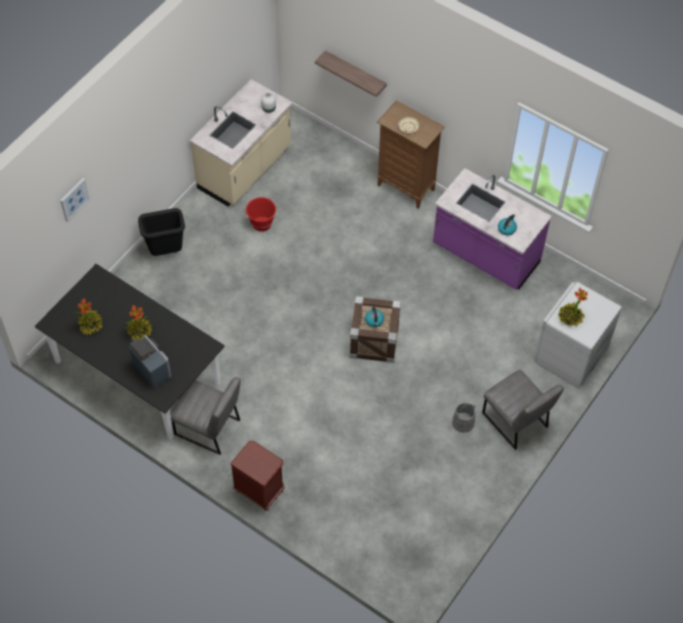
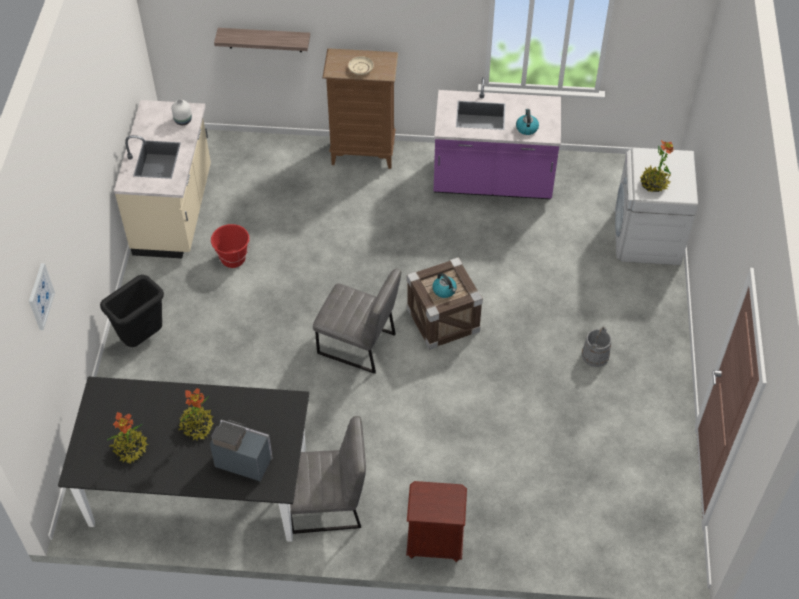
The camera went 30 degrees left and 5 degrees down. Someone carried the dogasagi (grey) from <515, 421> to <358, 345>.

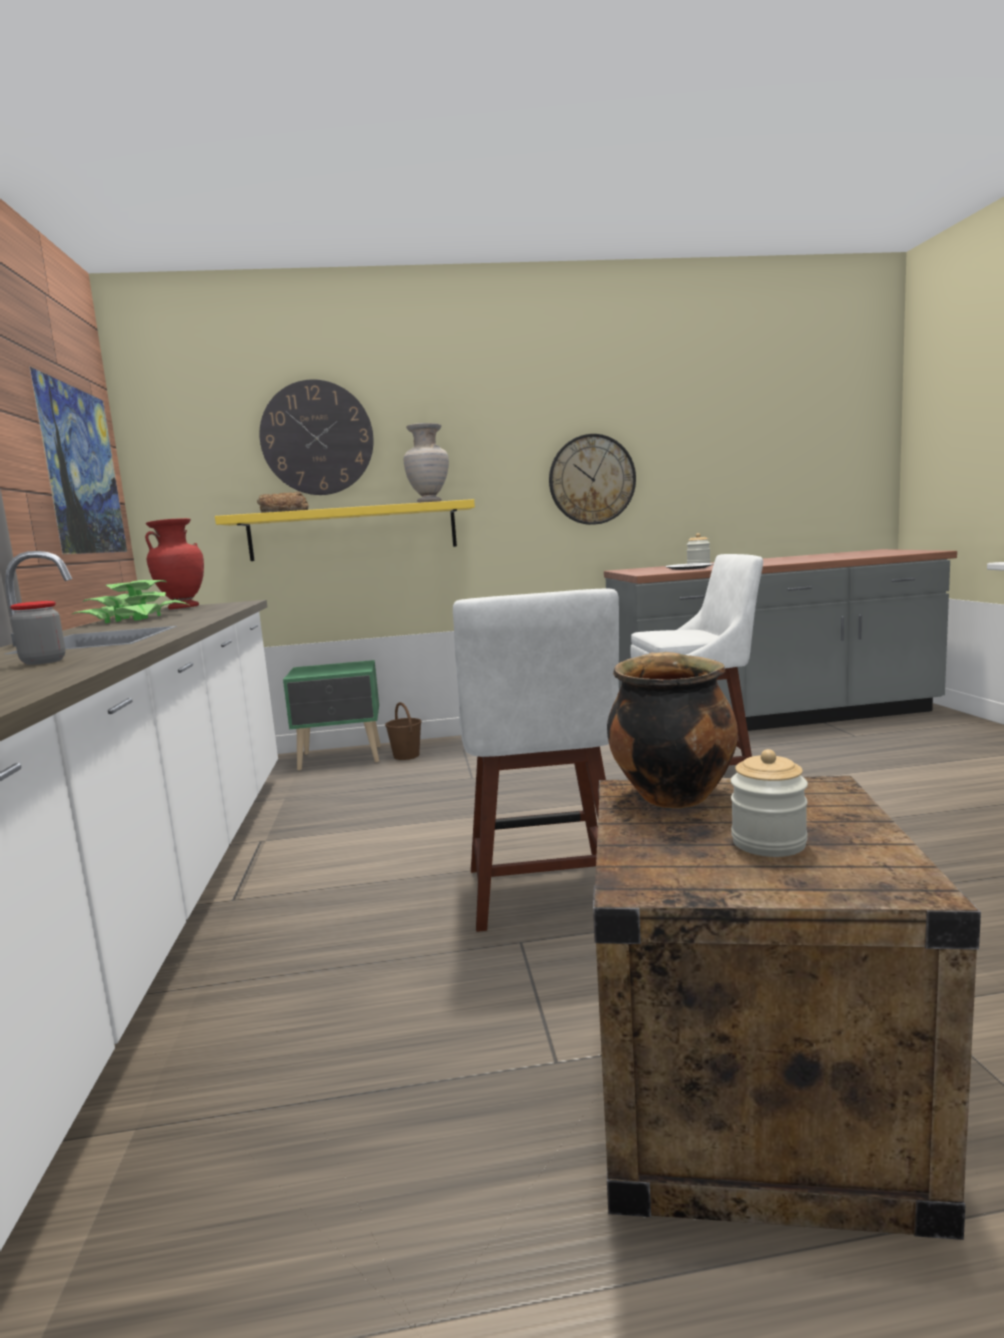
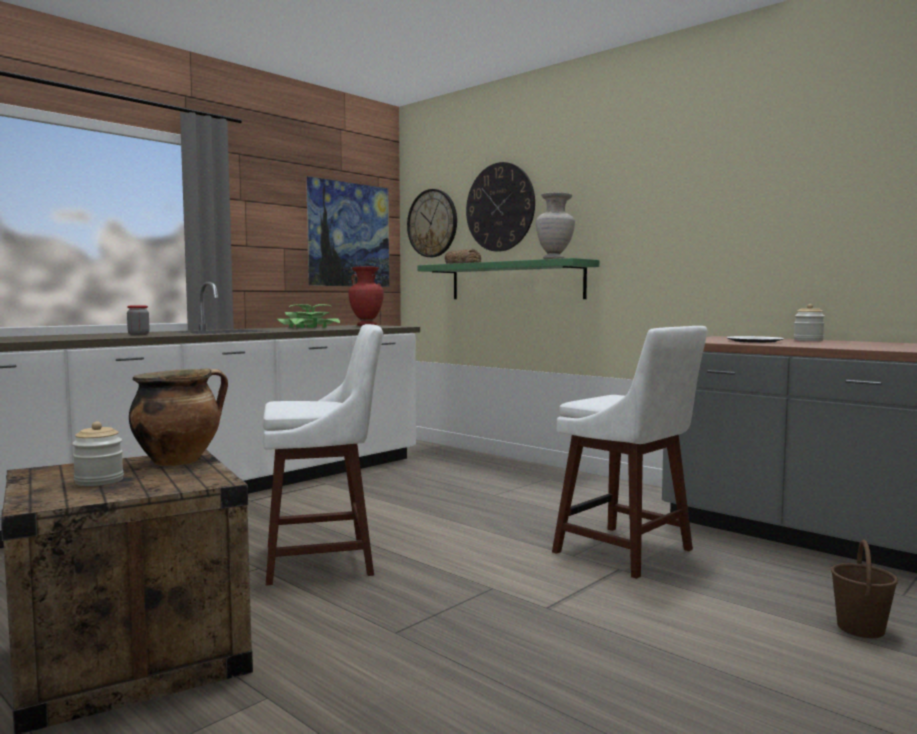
The camera went 50 degrees right and 5 degrees down. Someone rotated the dogasagi (white) at <544, 895> by 150 degrees counterclockwise. Someone carried the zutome from <592, 479> to <432, 223>. Someone repainted the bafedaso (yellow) at <353, 531>, which became the bafedaso (green) at <515, 281>. Someone carried the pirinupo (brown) from <406, 756> to <860, 629>. Someone took away the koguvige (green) at <342, 758>.

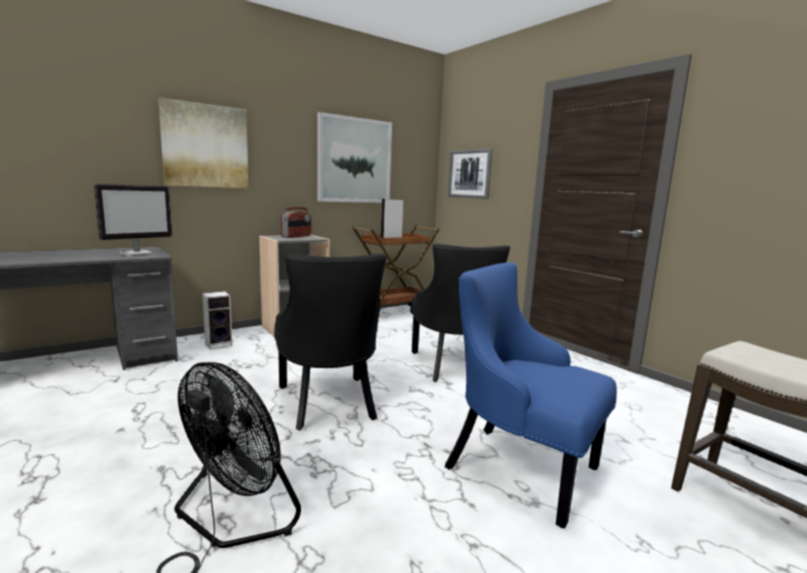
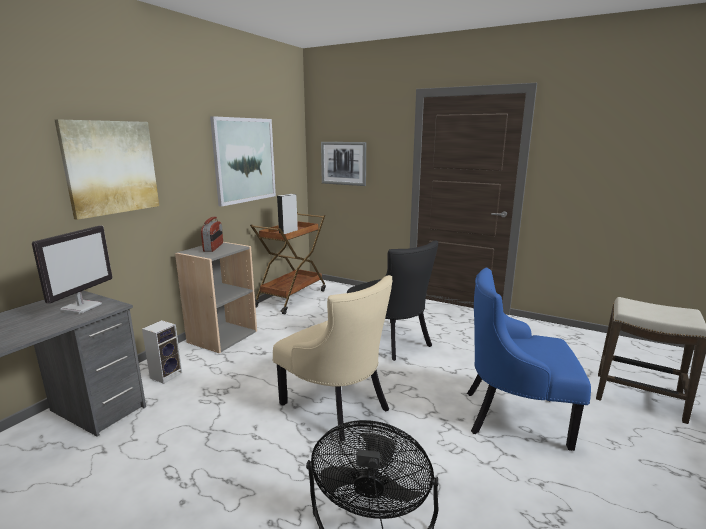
The camera went 25 degrees left and 5 degrees up. Someone repainted the dogasagi (black) at <327, 401>, which became the dogasagi (beige) at <334, 405>.

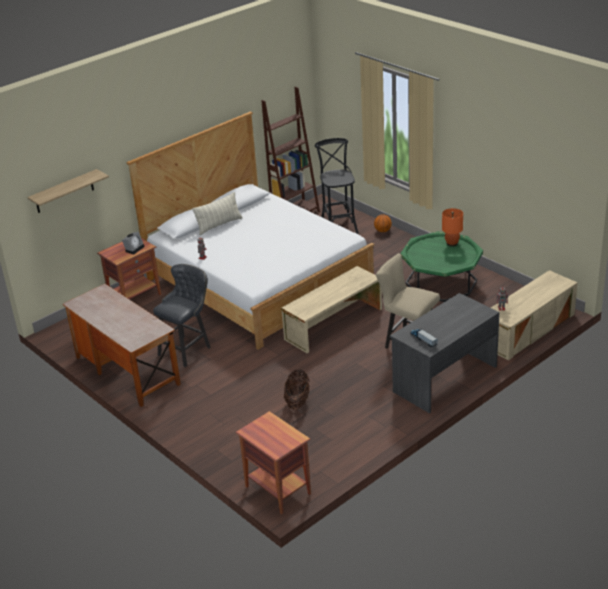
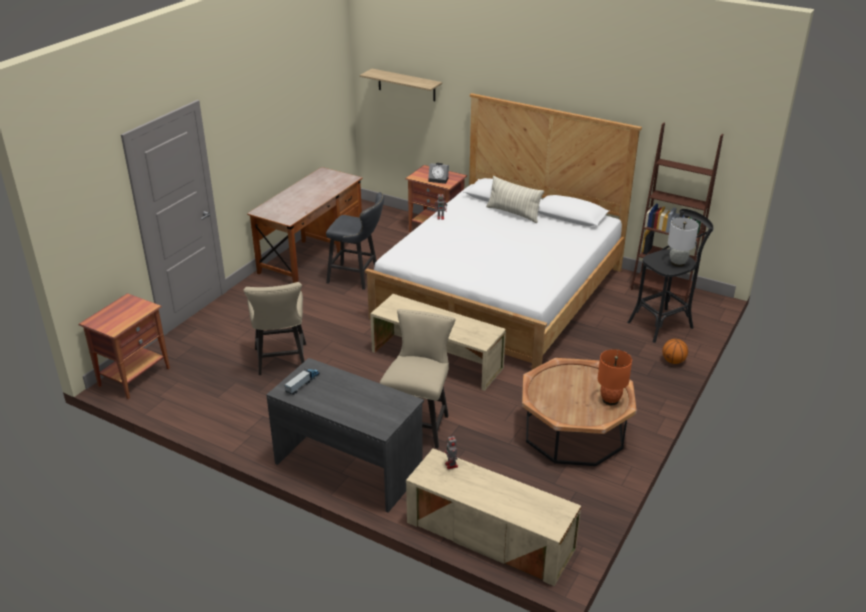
The camera went 70 degrees right and 0 degrees up. Someone swapped the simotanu at <297, 401> for the dogasagi (beige) at <281, 362>. Someone repainted the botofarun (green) at <441, 282>, which became the botofarun (brown) at <574, 432>. Someone put down the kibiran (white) at <678, 263>.

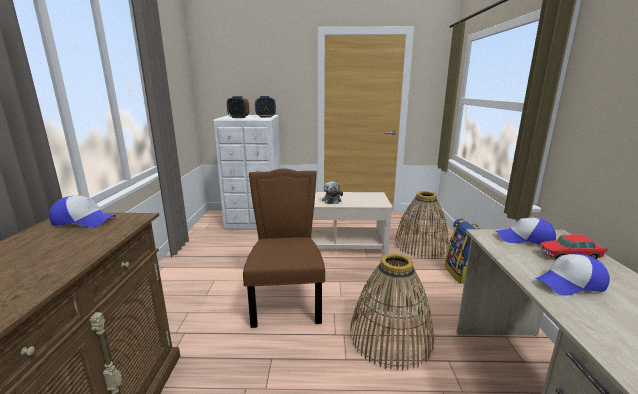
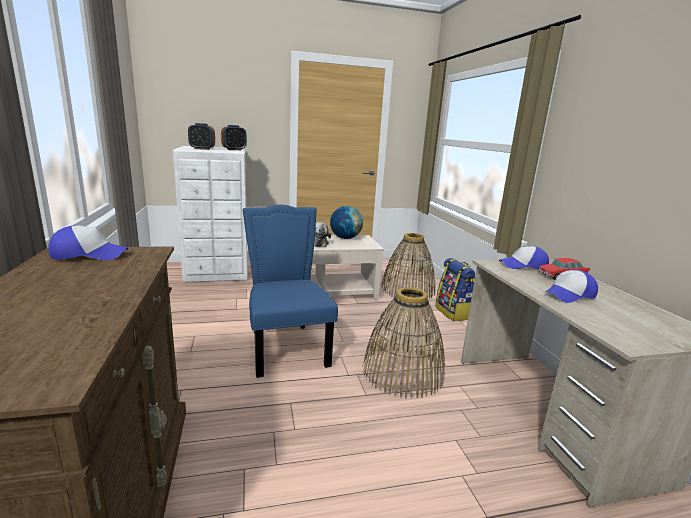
The camera went 15 degrees left and 0 degrees up. Someone repainted the dogasagi (brown) at <286, 301>, which became the dogasagi (blue) at <286, 350>. Someone put down the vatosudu at <345, 238>.

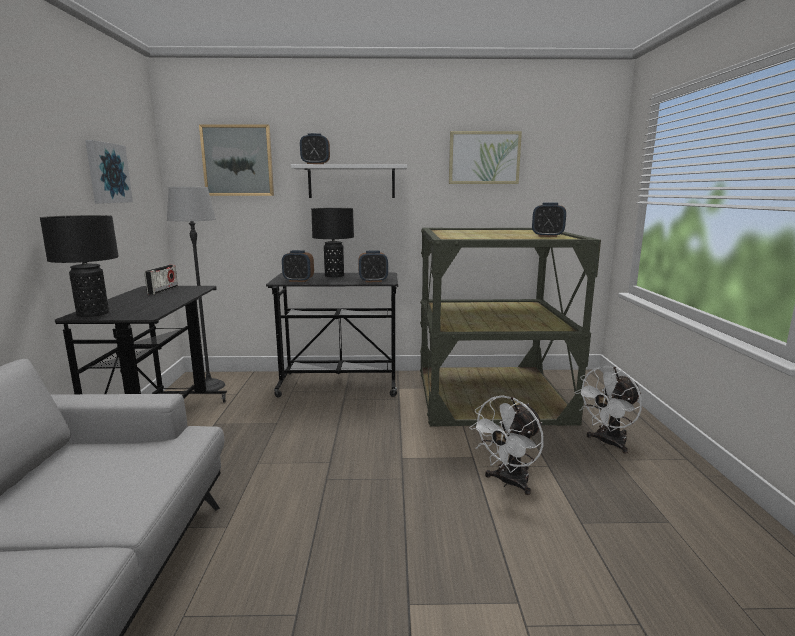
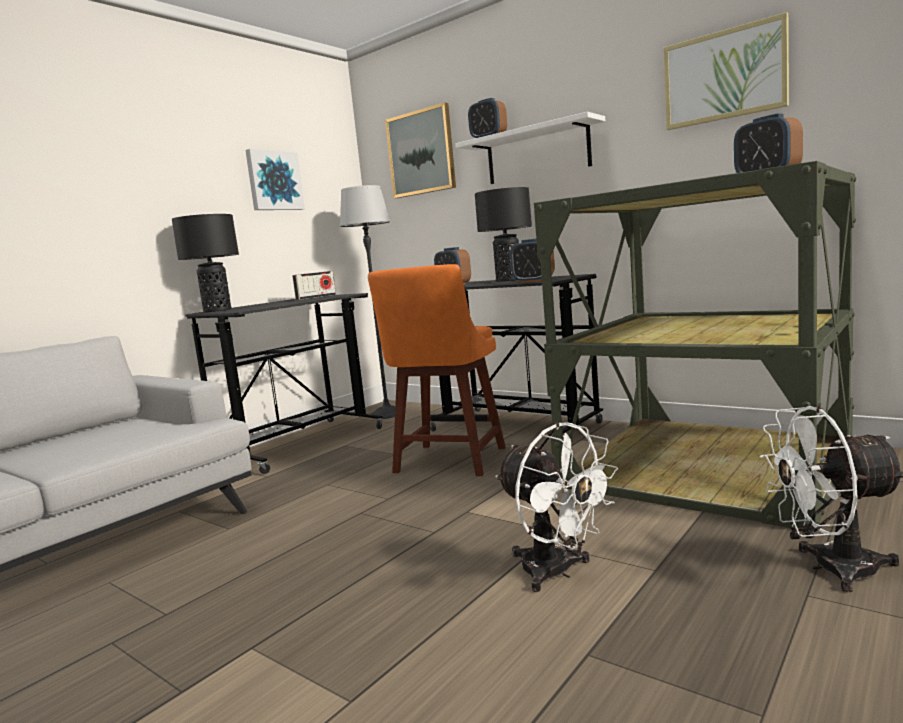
The camera went 40 degrees right and 5 degrees down. Someone put down the dogasagi (orange) at <448, 462>. Someone rotated the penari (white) at <508, 483> by 120 degrees counterclockwise.

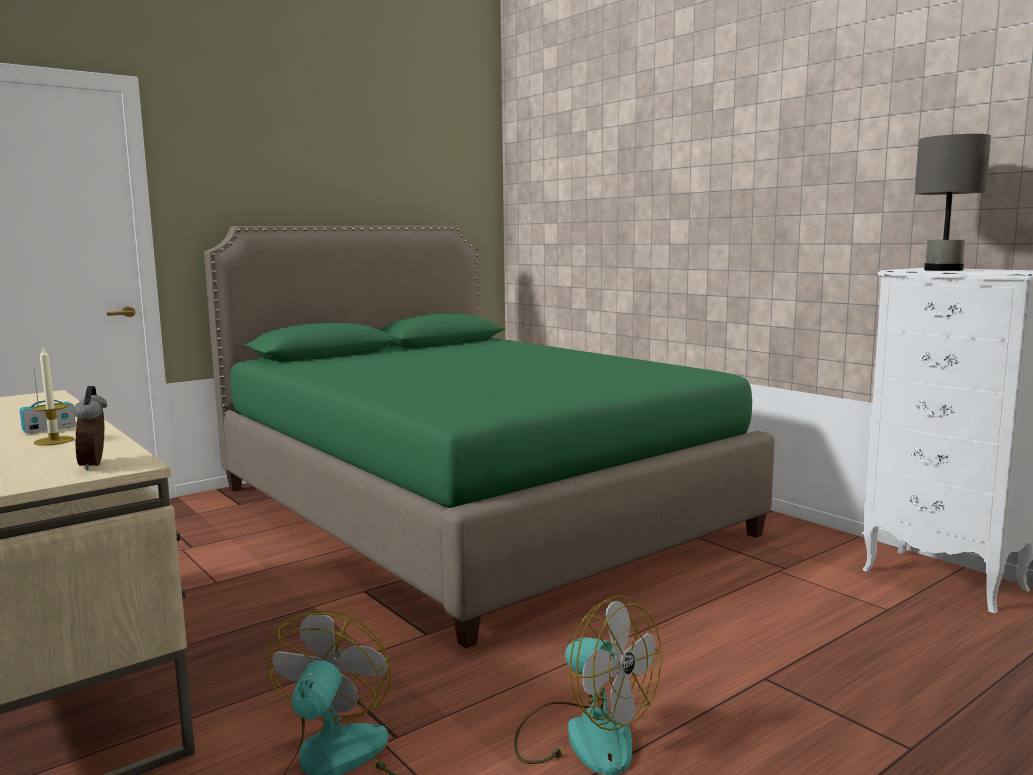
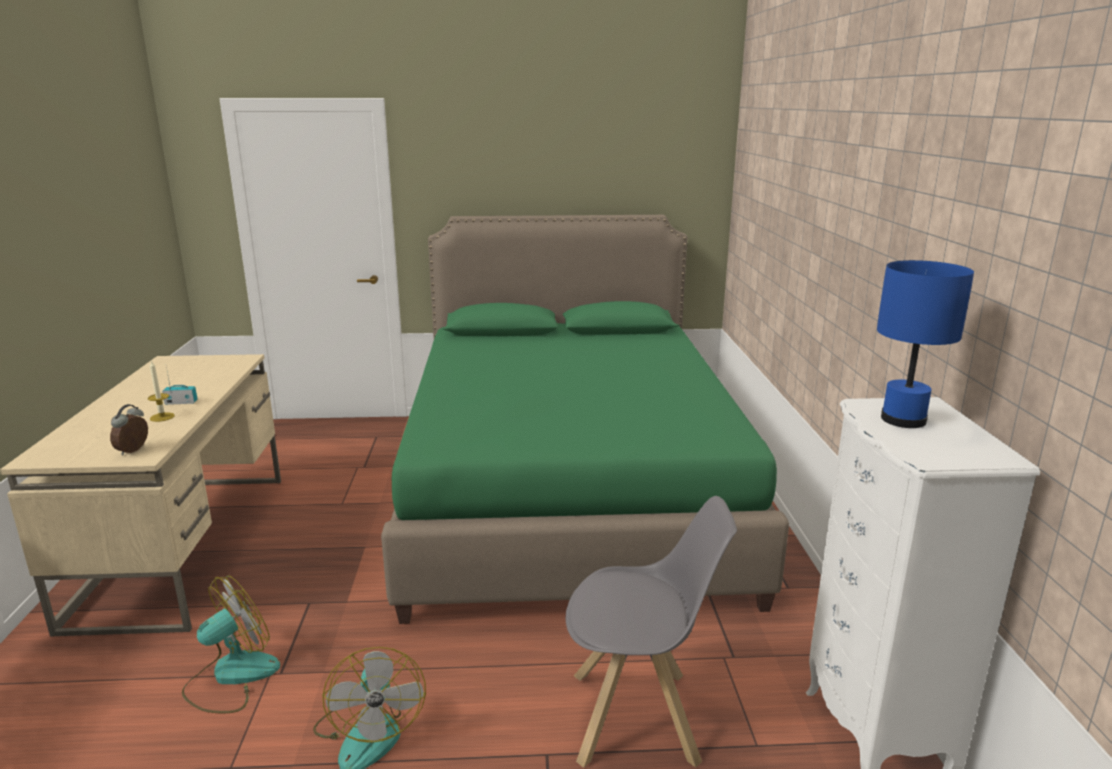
The camera went 35 degrees right and 10 degrees up. Someone put down the dogasagi (grey) at <638, 717>. Someone repainted the kibiran (grey) at <942, 270>, which became the kibiran (blue) at <902, 419>.

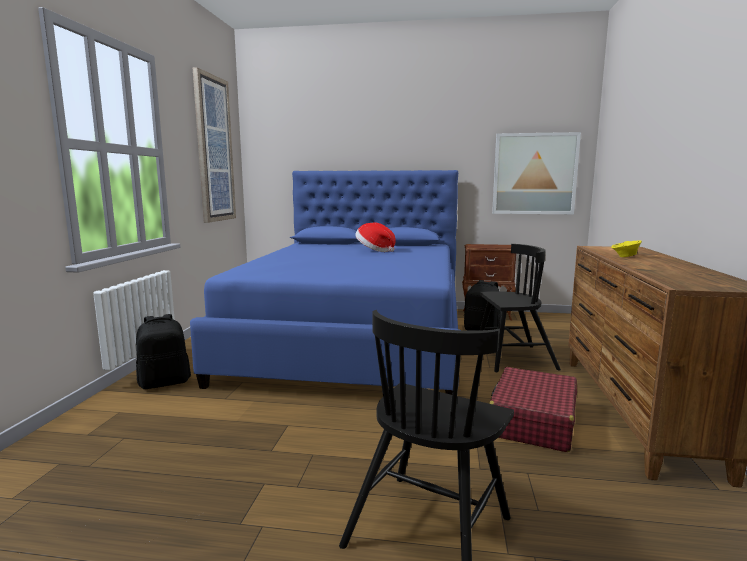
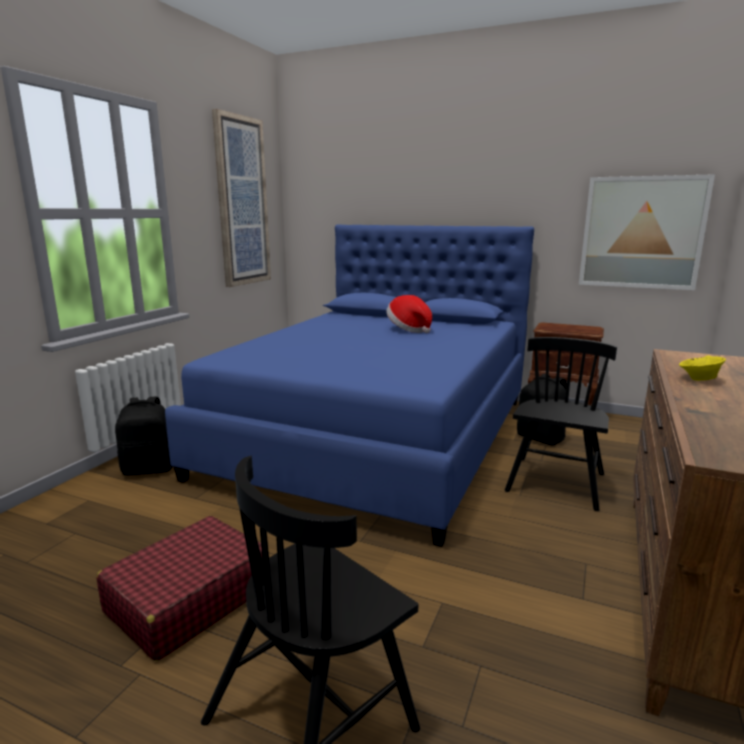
The camera went 15 degrees right and 5 degrees up. Someone carried the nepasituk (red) from <532, 421> to <188, 599>. Someone rotated the dogasagi (black) at <510, 358> by 75 degrees counterclockwise.

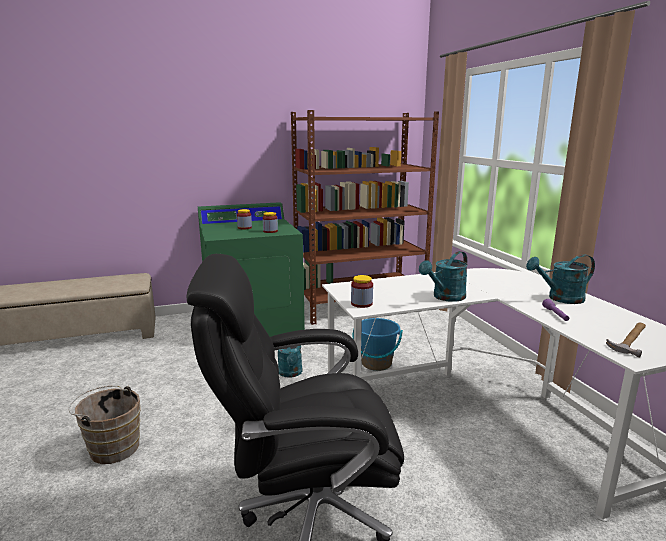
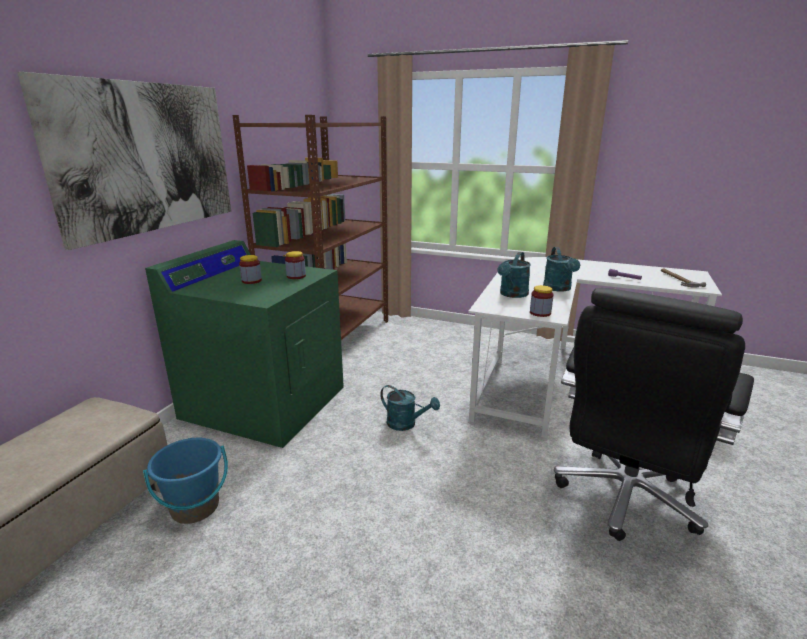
The camera went 50 degrees left and 5 degrees up. Someone put up the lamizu at <147, 158>. Someone carried the pirinupo (blue) from <376, 363> to <195, 507>. Someone carried the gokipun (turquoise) from <560, 299> to <512, 294>. Someone took away the pirinupo (brown) at <112, 447>.

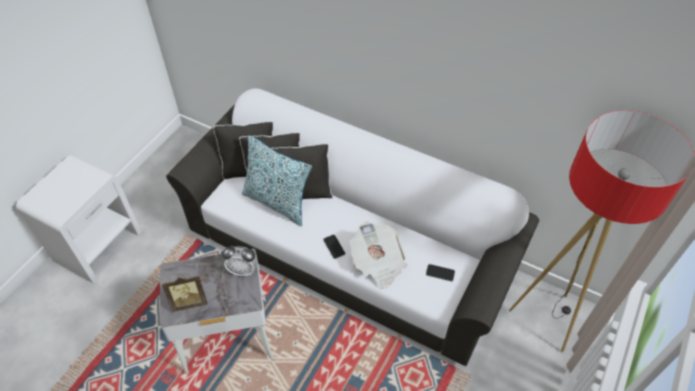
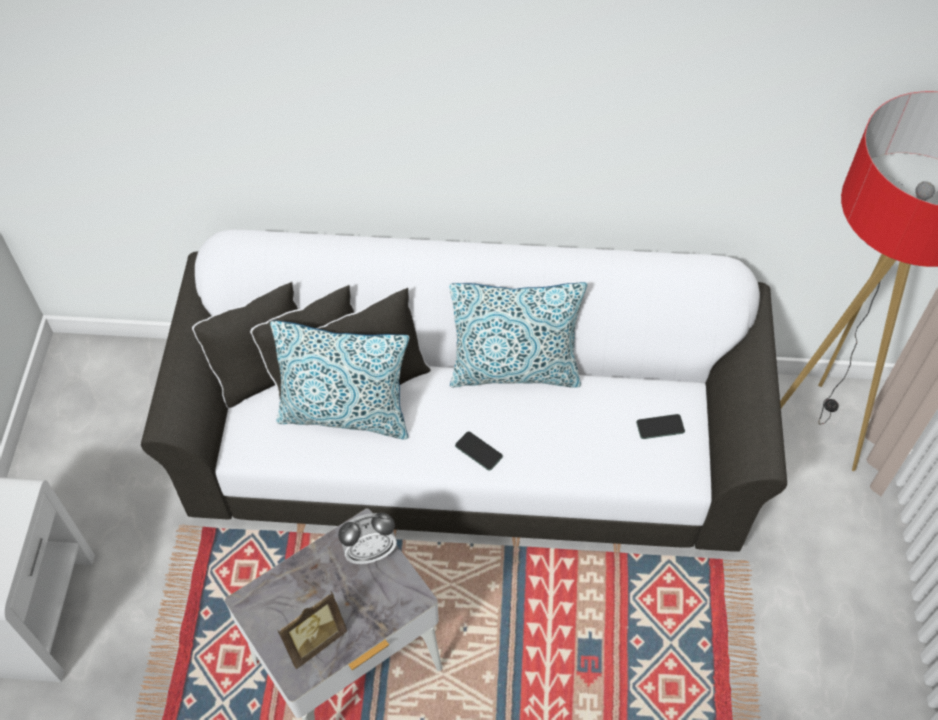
The camera went 25 degrees left and 5 degrees up. Someone put down the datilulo at <514, 370>. Someone took away the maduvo at <378, 263>.

